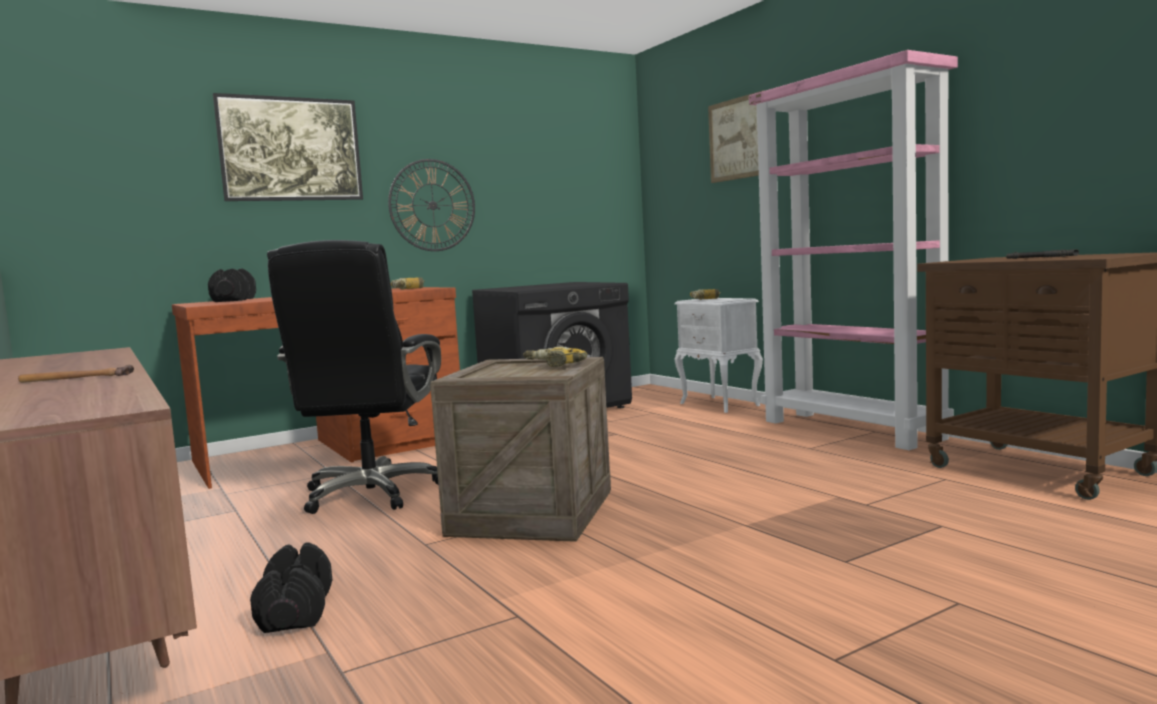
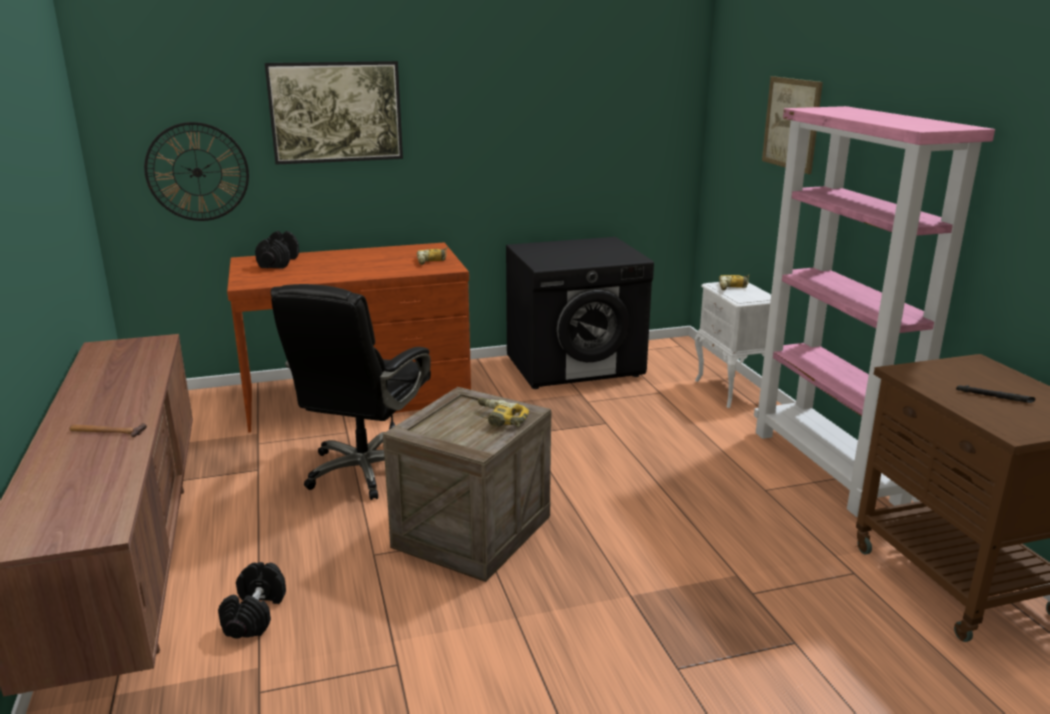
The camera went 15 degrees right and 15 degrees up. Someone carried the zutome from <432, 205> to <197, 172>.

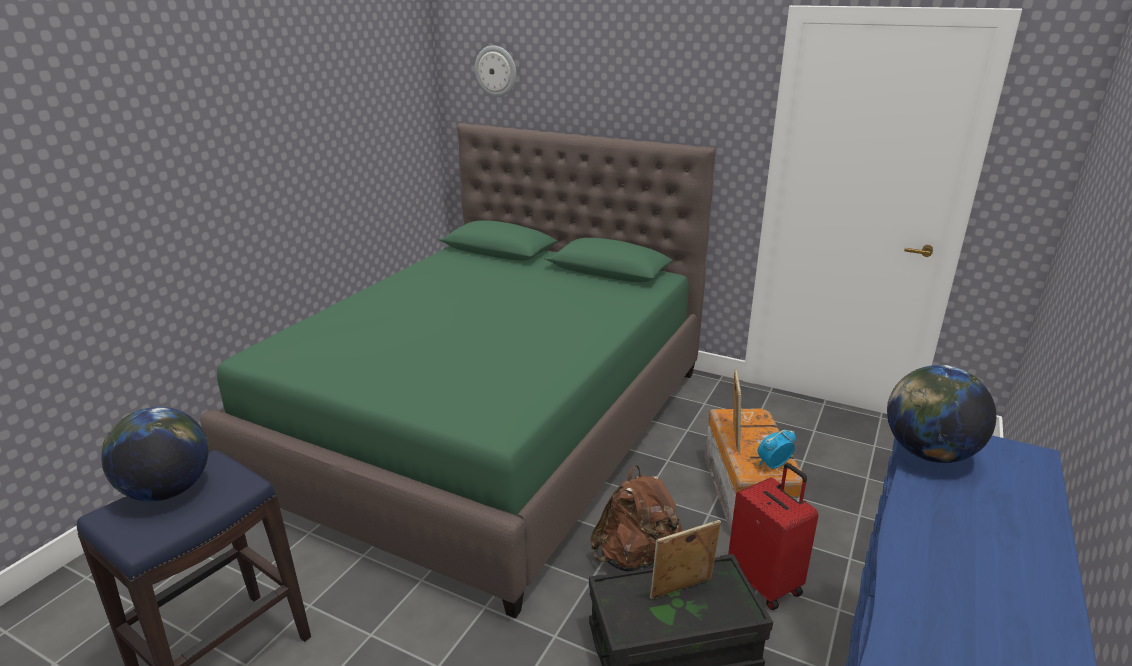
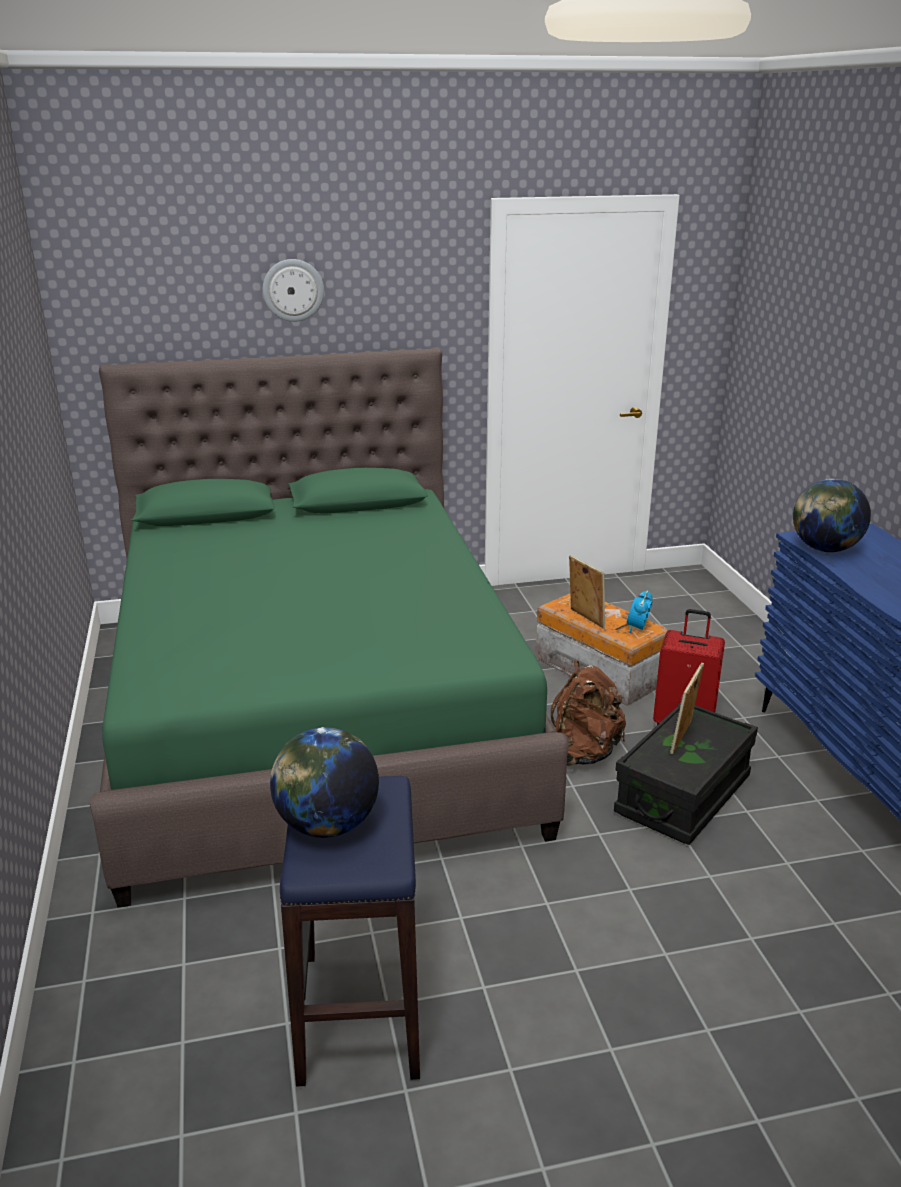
The camera went 40 degrees left and 0 degrees up. Someone carried the zutome from <496, 71> to <293, 290>.

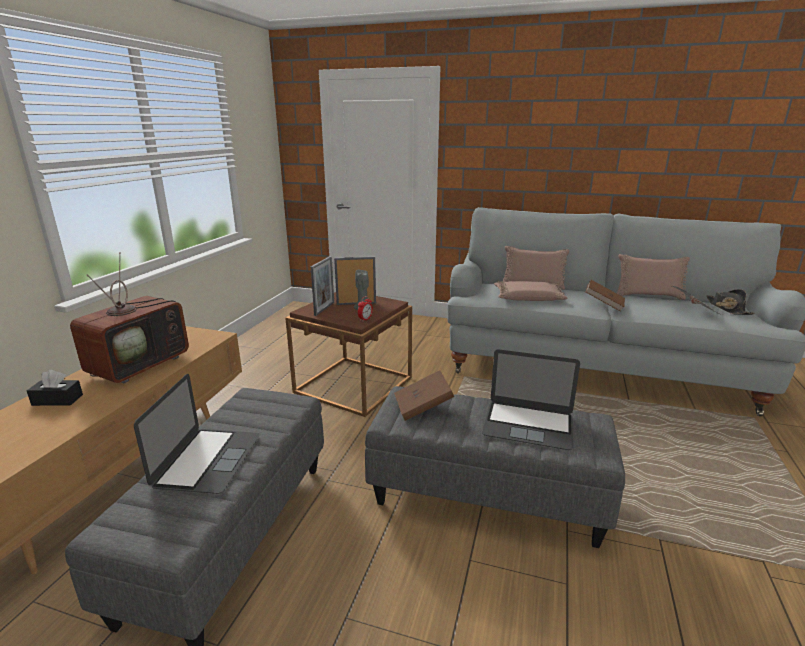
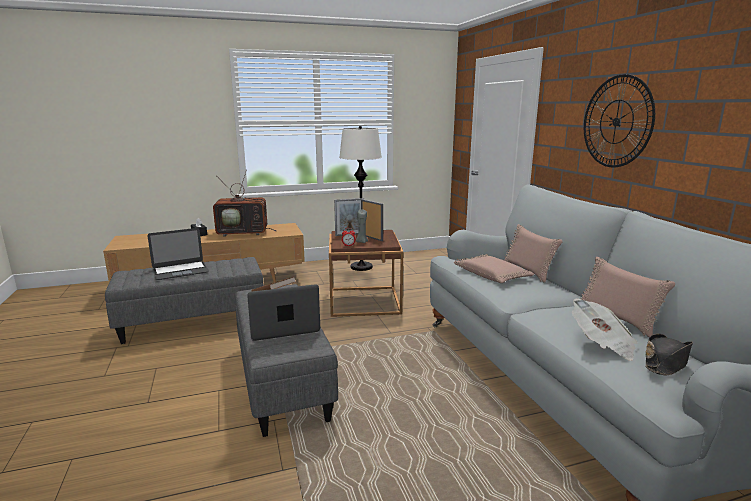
The camera went 55 degrees right and 5 degrees down. Someone rotated the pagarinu at <528, 424> by 90 degrees clockwise. Someone put down the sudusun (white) at <361, 267>. Someone put up the zutome at <616, 122>. Someone took away the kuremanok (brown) at <603, 304>.

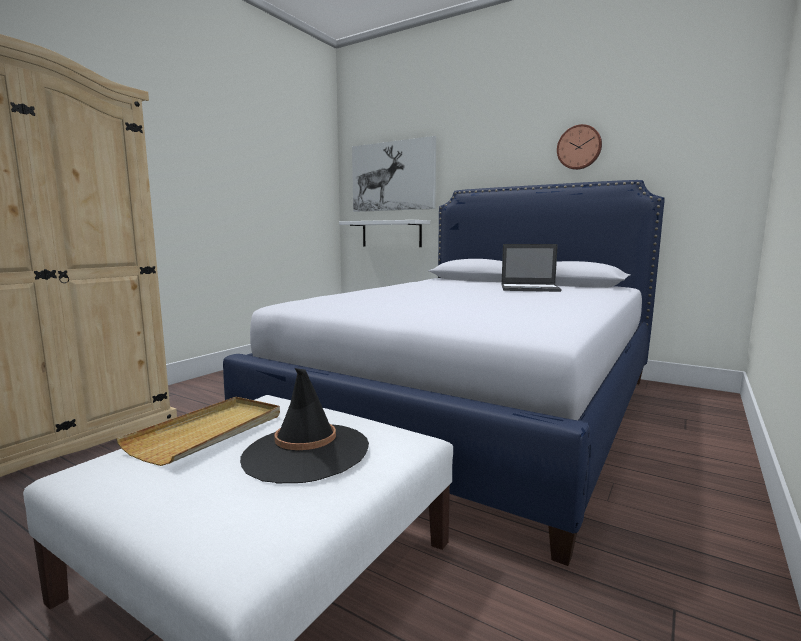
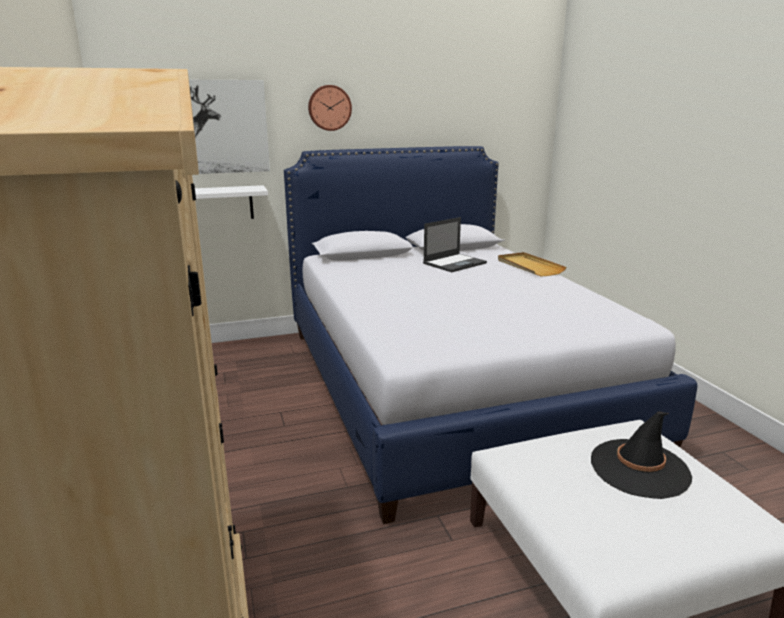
The camera went 50 degrees left and 10 degrees up. Someone carried the zutome from <579, 147> to <329, 108>. Someone carried the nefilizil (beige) from <208, 432> to <529, 266>.

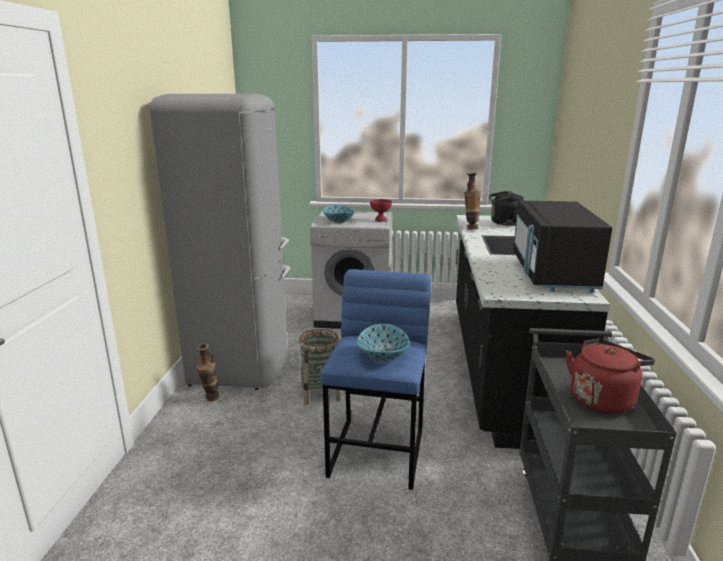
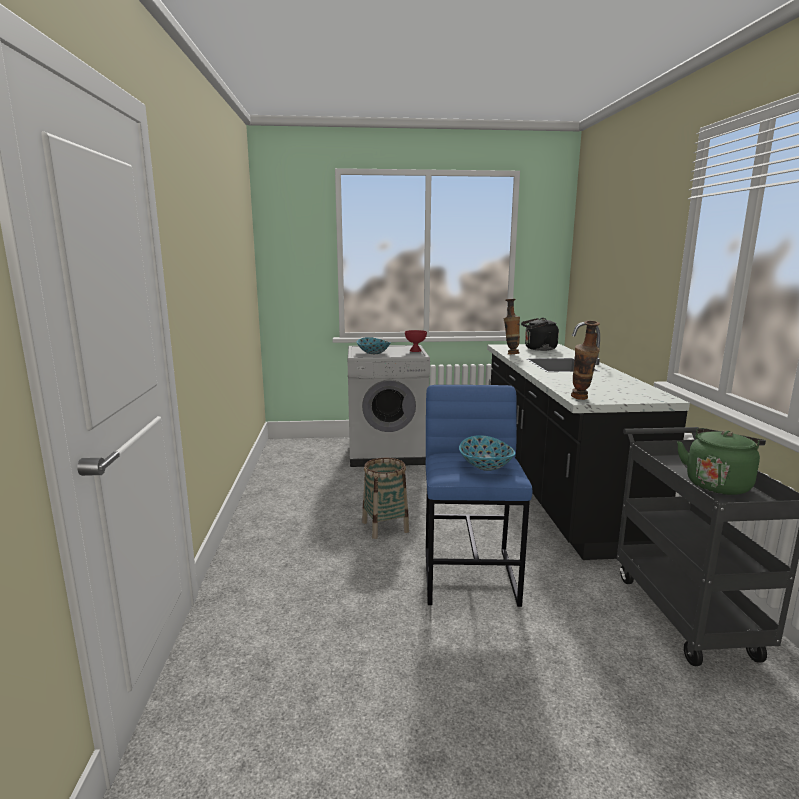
The camera went 10 degrees left and 5 degrees down. Someone carried the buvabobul from <210, 400> to <581, 399>. Someone repainted the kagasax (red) at <602, 399>, which became the kagasax (green) at <718, 484>. Someone took away the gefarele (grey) at <243, 366>. Someone took away the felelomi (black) at <552, 274>.

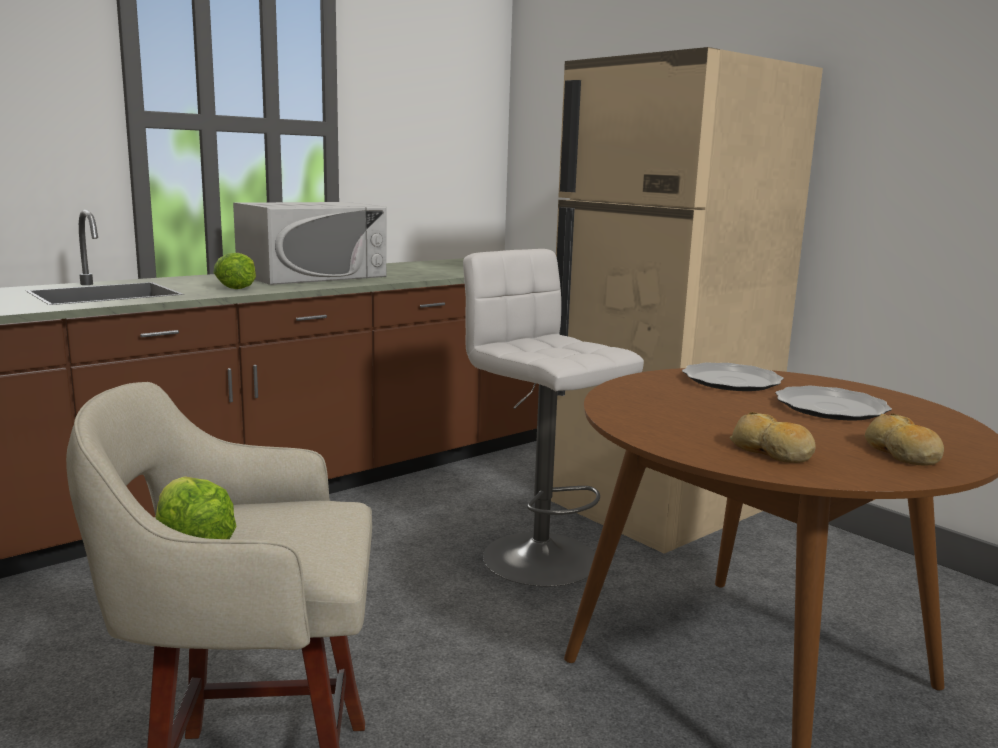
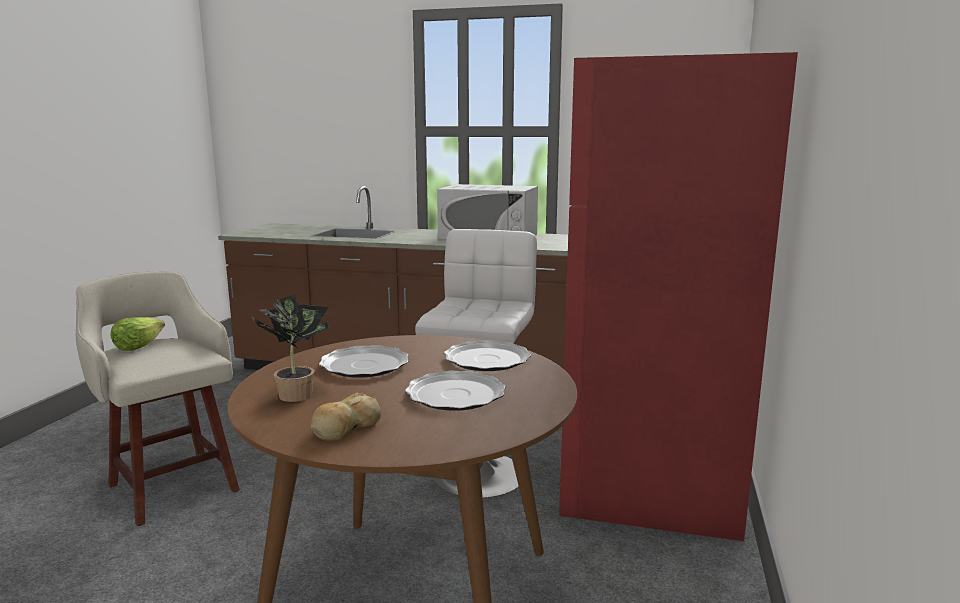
The camera went 55 degrees right and 0 degrees up. Someone swapped the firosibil at <771, 452> for the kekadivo at <297, 393>. Someone put down the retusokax at <365, 365>. Someone repainted the gefarele (beige) at <658, 503>, which became the gefarele (red) at <649, 488>. Someone took away the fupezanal at <237, 287>.

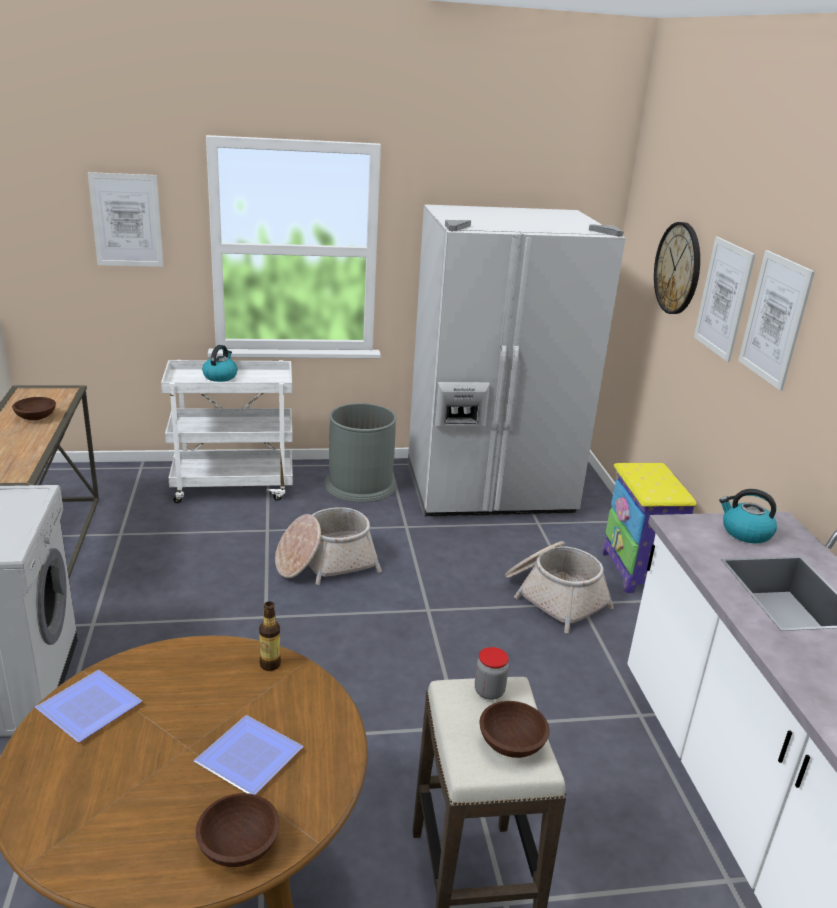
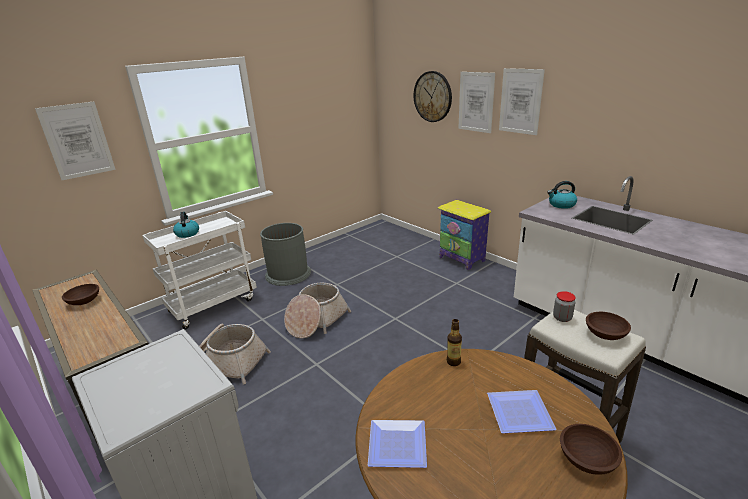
The camera went 30 degrees left and 0 degrees up. Someone carried the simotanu from <553, 596> to <229, 362>. Someone took away the gefarele (white) at <489, 489>.

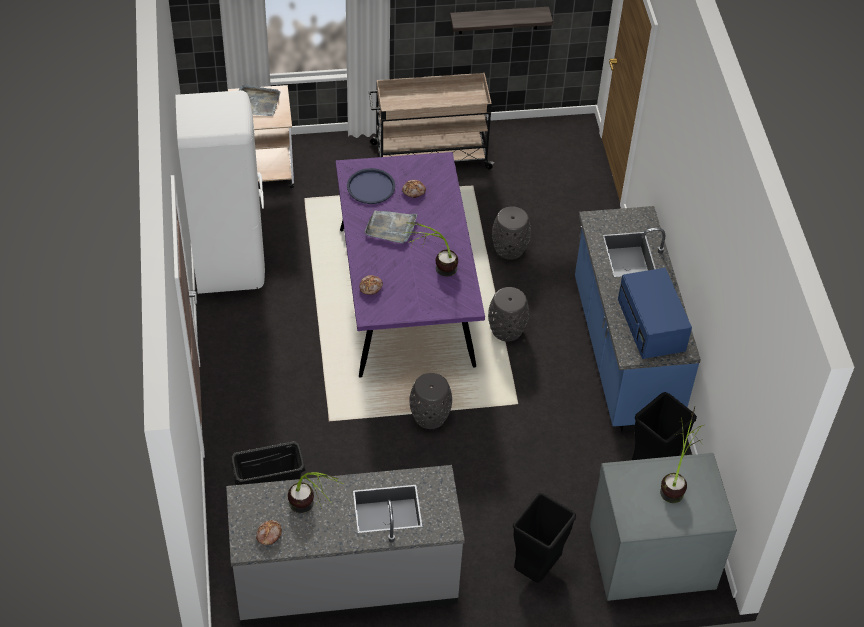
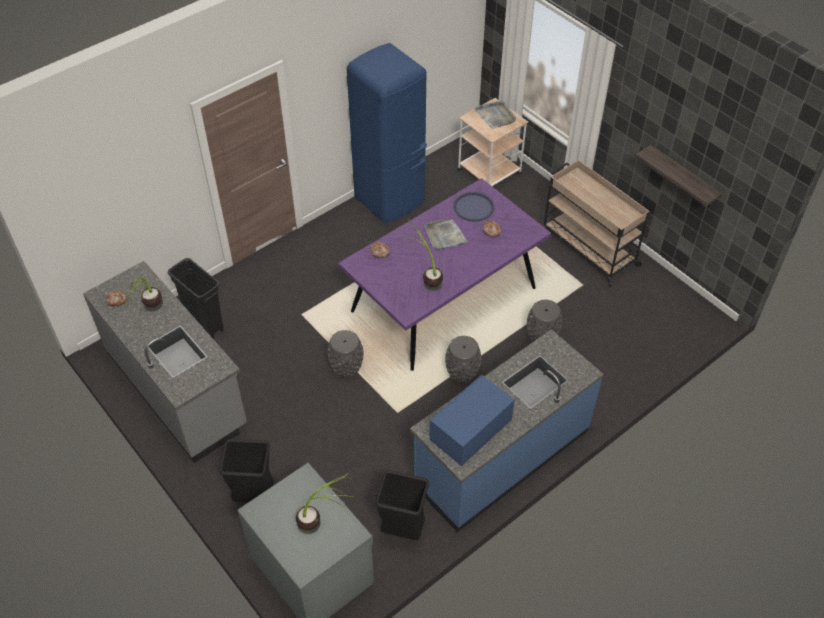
The camera went 60 degrees right and 0 degrees up. Someone repainted the gefarele (white) at <231, 266>, which became the gefarele (blue) at <392, 200>.

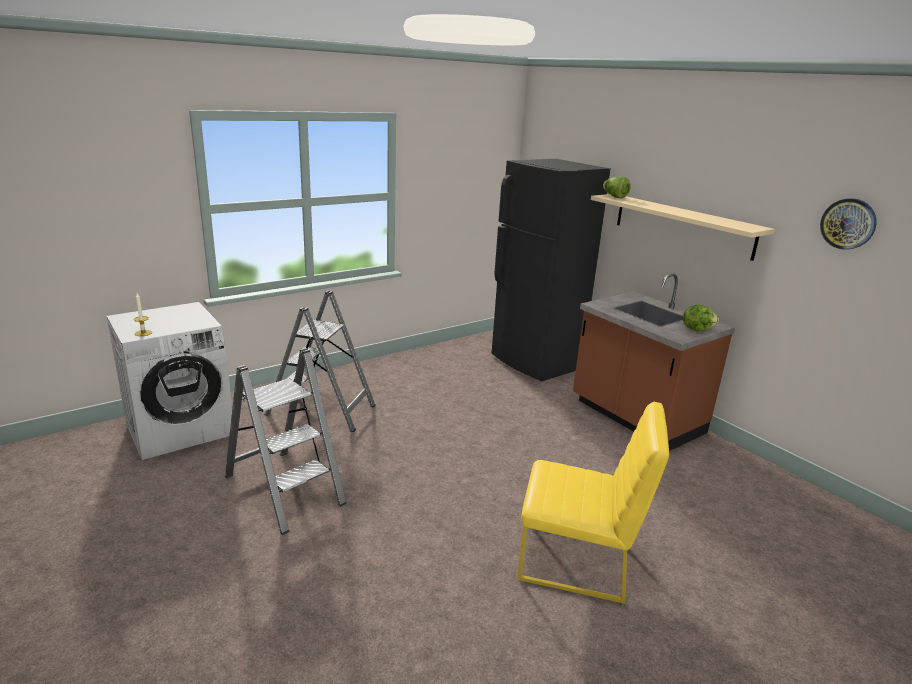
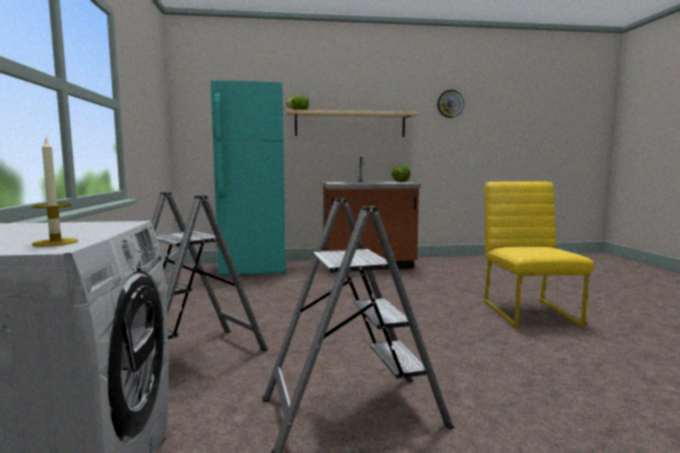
The camera went 60 degrees left and 15 degrees down. Someone repainted the gefarele (black) at <535, 362>, which became the gefarele (turquoise) at <254, 268>. Someone rotated the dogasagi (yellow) at <577, 562> by 45 degrees counterclockwise.

